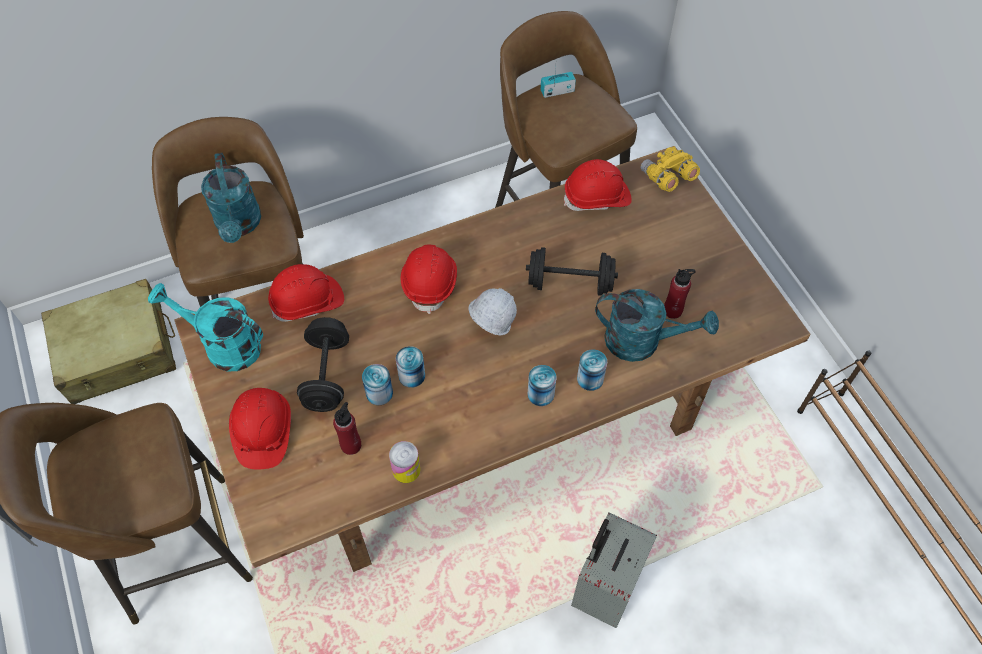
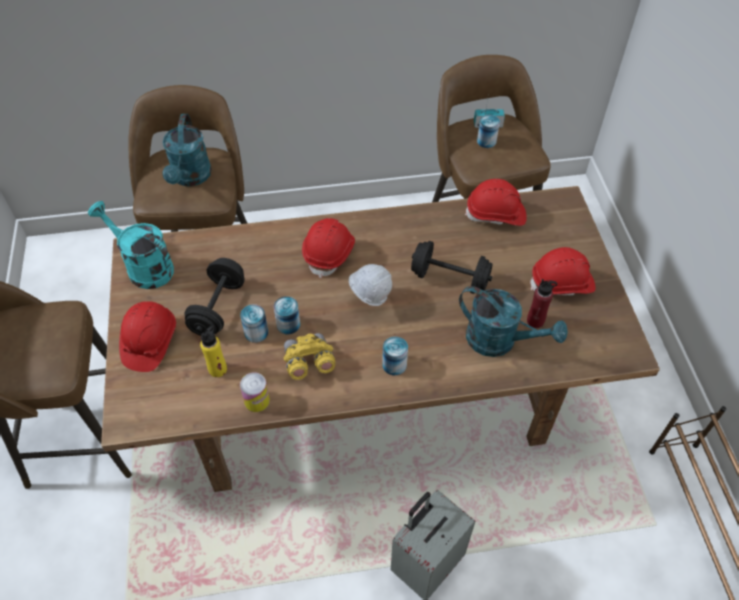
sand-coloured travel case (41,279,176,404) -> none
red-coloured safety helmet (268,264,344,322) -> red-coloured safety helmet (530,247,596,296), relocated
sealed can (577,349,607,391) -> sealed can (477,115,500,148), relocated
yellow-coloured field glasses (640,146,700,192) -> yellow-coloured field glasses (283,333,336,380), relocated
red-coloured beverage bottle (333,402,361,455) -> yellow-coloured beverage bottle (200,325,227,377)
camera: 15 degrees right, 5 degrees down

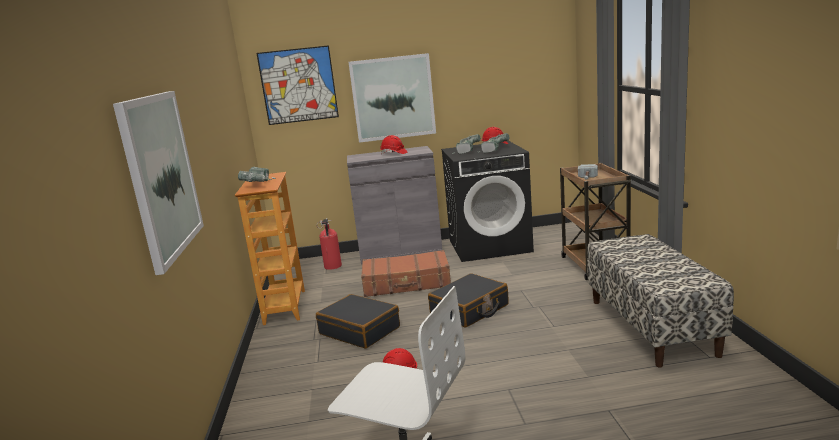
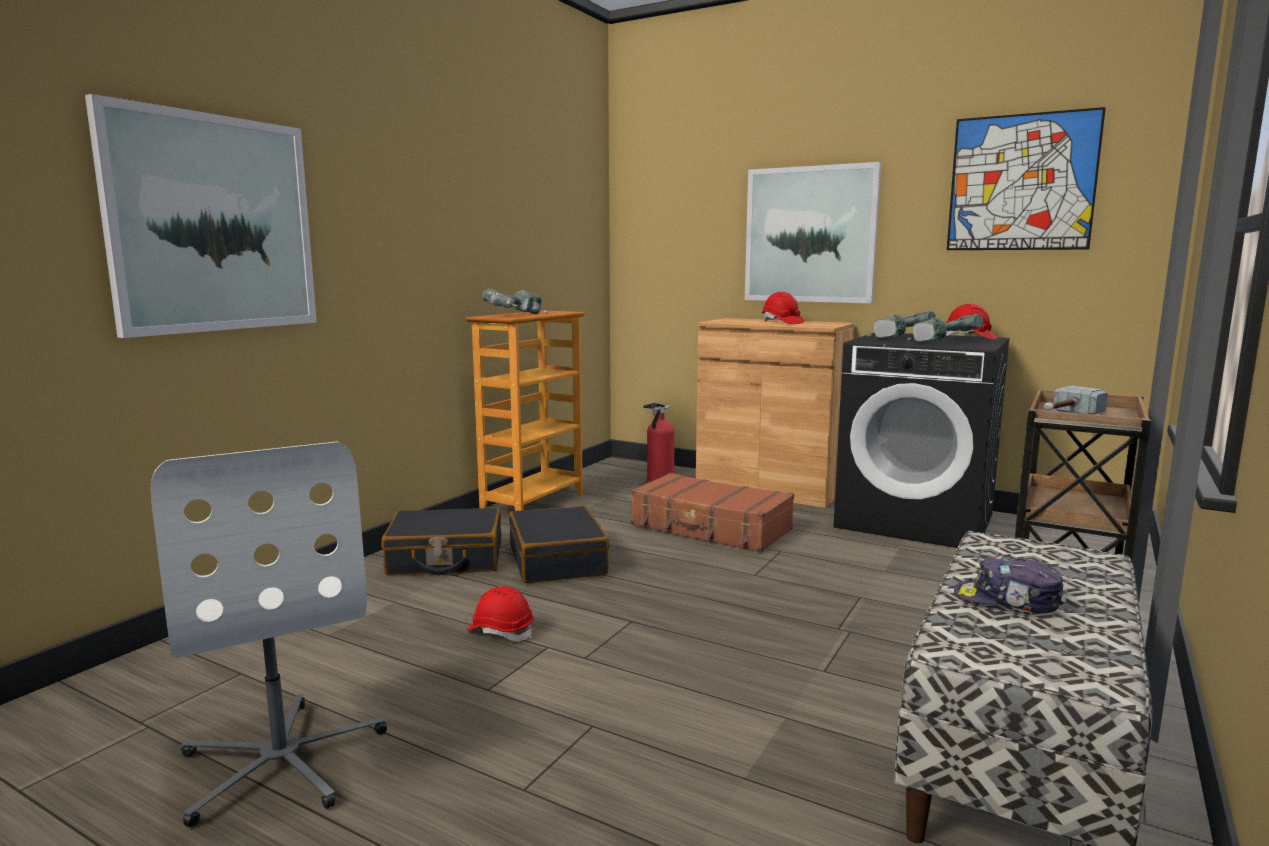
none -> peaked cap (954,554,1063,613)
wall picture (256,45,339,125) -> wall picture (947,107,1106,250), relocated
black travel case (428,273,509,328) -> black travel case (382,508,501,575), relocated
grey storage cabinet (347,146,442,265) -> brown-coloured storage cabinet (696,318,854,508)
camera: 35 degrees right, 5 degrees down

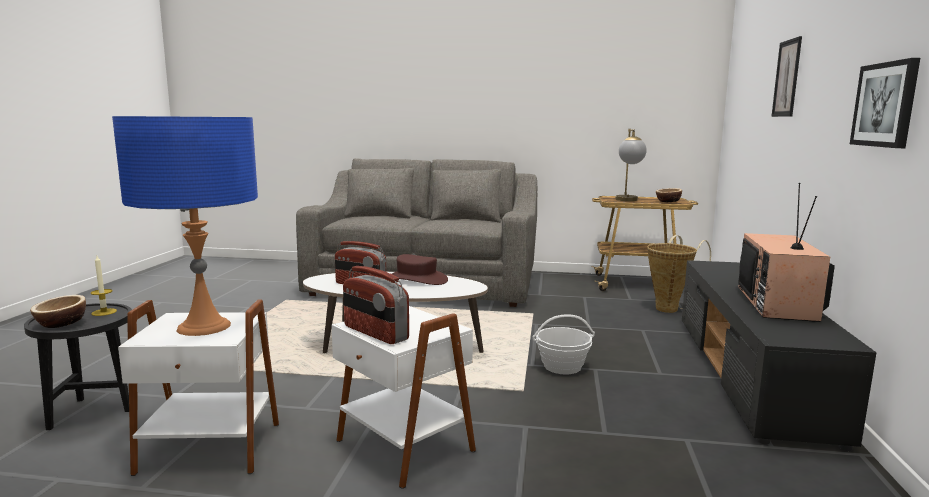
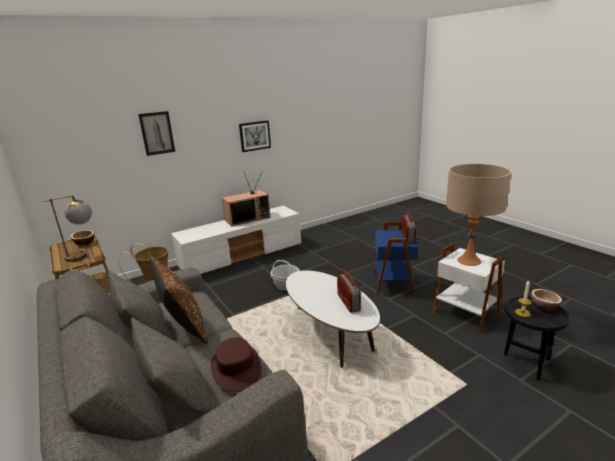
none -> brown-coloured cushion (150,256,208,344)
brown-coloured wearable hat (392,254,448,285) -> brown-coloured wearable hat (211,337,261,392), relocated
blue lamp for a table (112,116,258,336) -> sand-coloured lamp for a table (446,164,511,266)
white accent table (332,306,476,489) -> blue accent table (374,222,418,295)
black tv unit (682,260,877,451) -> white tv unit (171,206,301,274)
camera: 130 degrees left, 10 degrees up

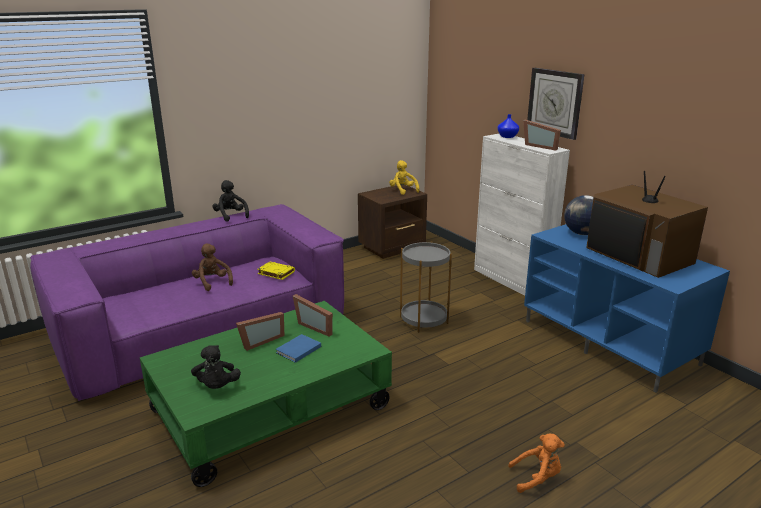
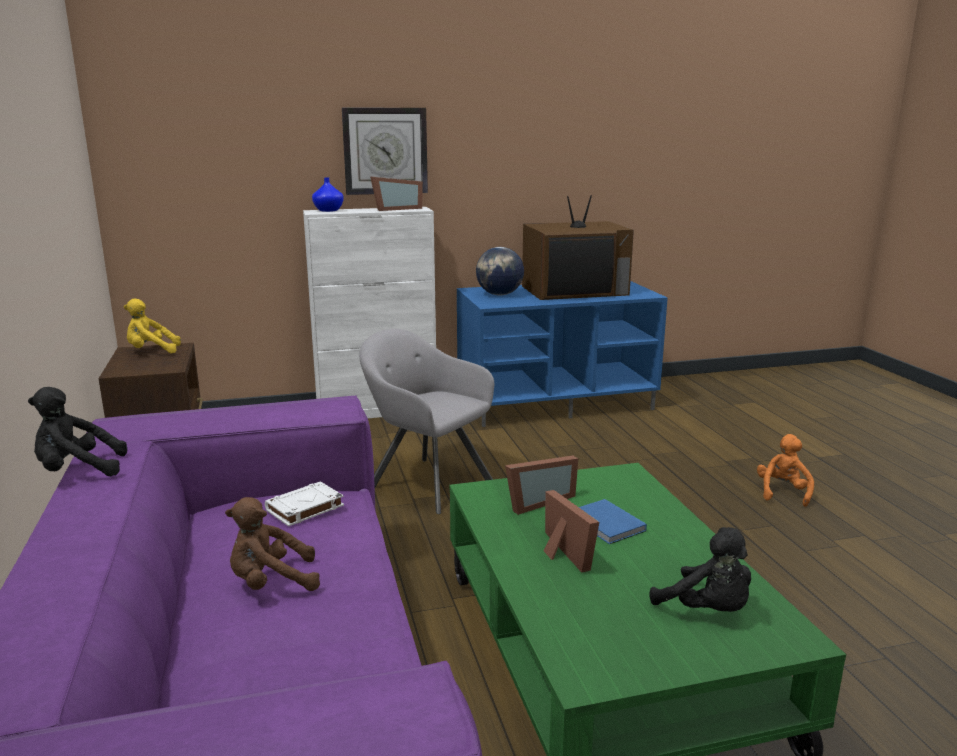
grey accent table (400,241,452,332) -> grey lounge chair (359,329,494,514)
yellow-coloured bound book (257,262,295,280) -> white bound book (265,481,344,526)
black soft toy (191,345,241,389) -> black soft toy (649,527,751,612), 45 degrees clockwise
camera: 70 degrees left, 5 degrees down

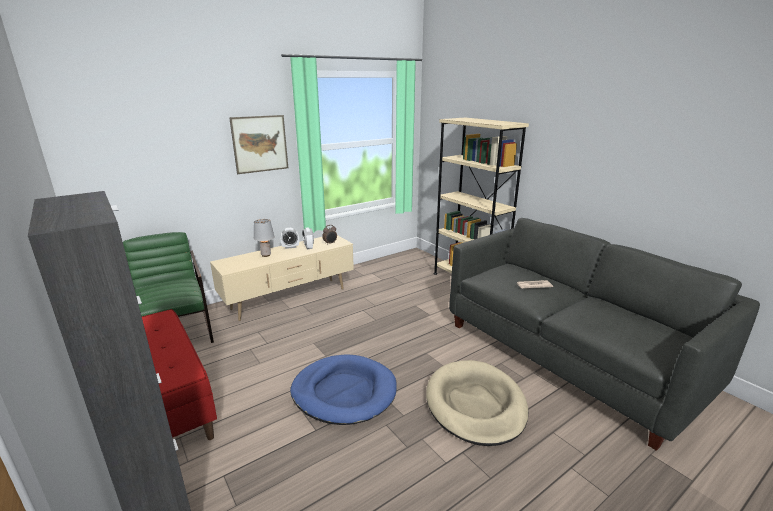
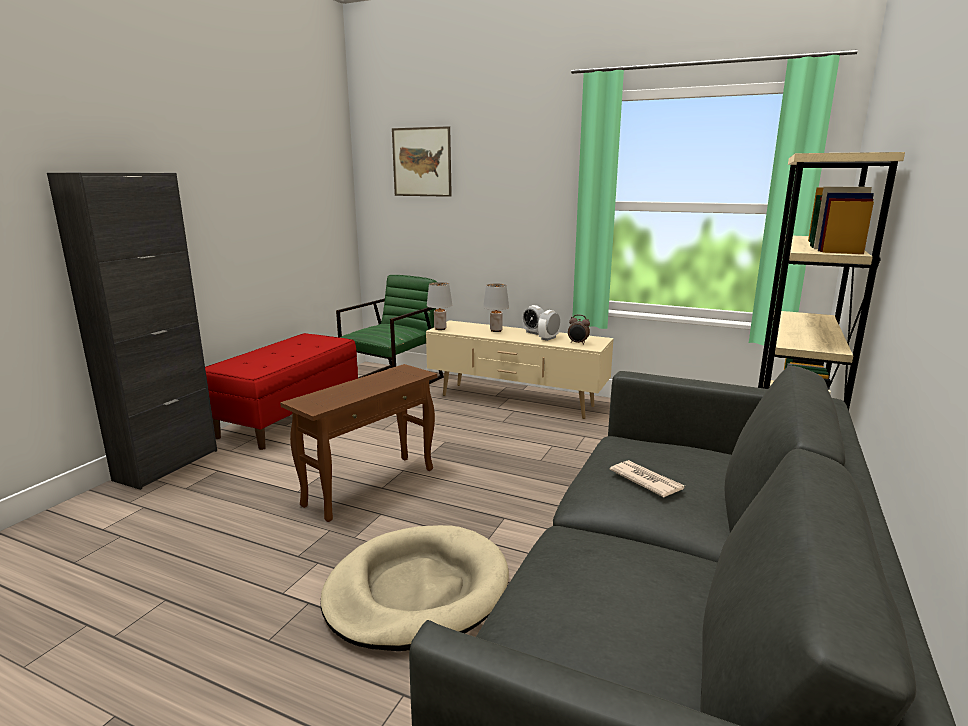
none -> grey lamp for a table (427,282,452,330)
wall picture (229,115,288,174) -> wall picture (392,126,452,197), relocated
blue dog cushion (290,355,397,425) -> brown-coloured accent table (280,364,437,522)
camera: 60 degrees right, 5 degrees down

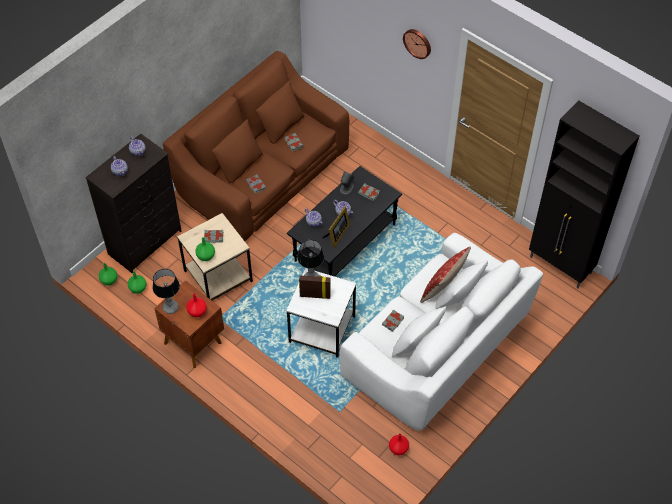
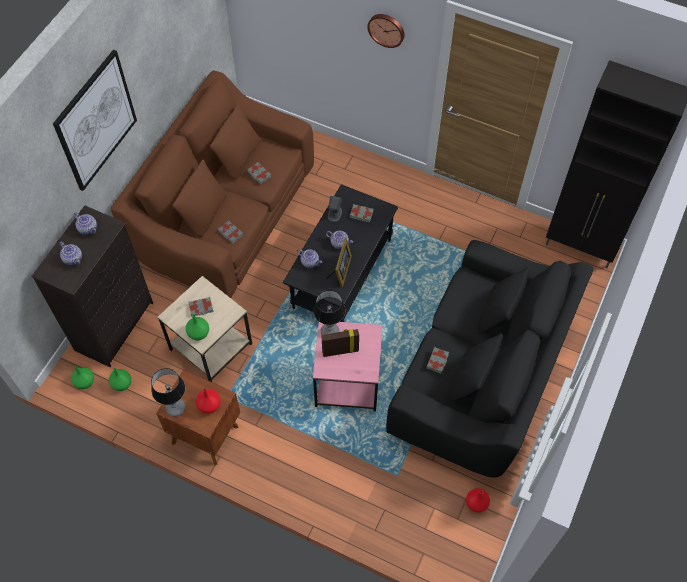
cushion (420,246,471,303) -> none
none -> wall picture (53,50,137,191)
white accent table (286,268,356,358) -> pink accent table (313,322,382,412)
white couch (340,233,543,431) -> black couch (386,240,593,478)
camera: 15 degrees left, 5 degrees up

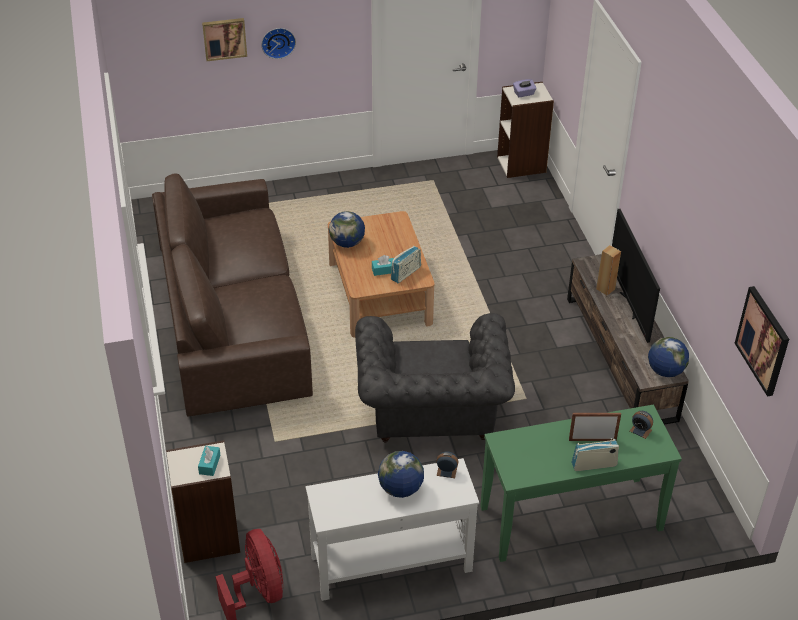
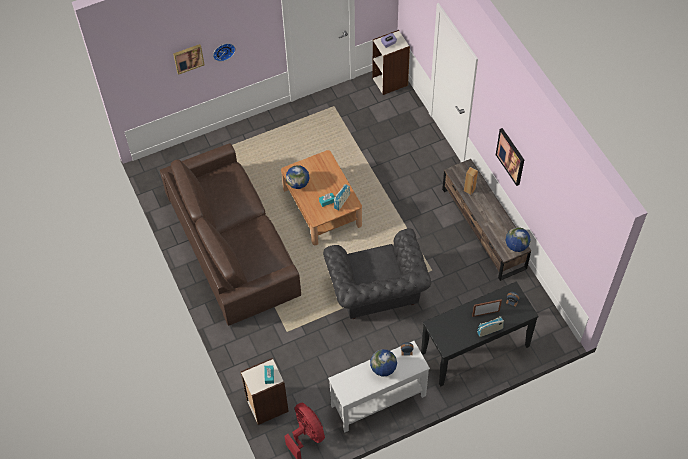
television (612,209,660,343) -> none
wall picture (735,286,789,397) -> wall picture (496,128,524,186), relocated
green hall table (480,405,682,562) -> black hall table (421,281,539,386)
camera: 10 degrees left, 15 degrees up

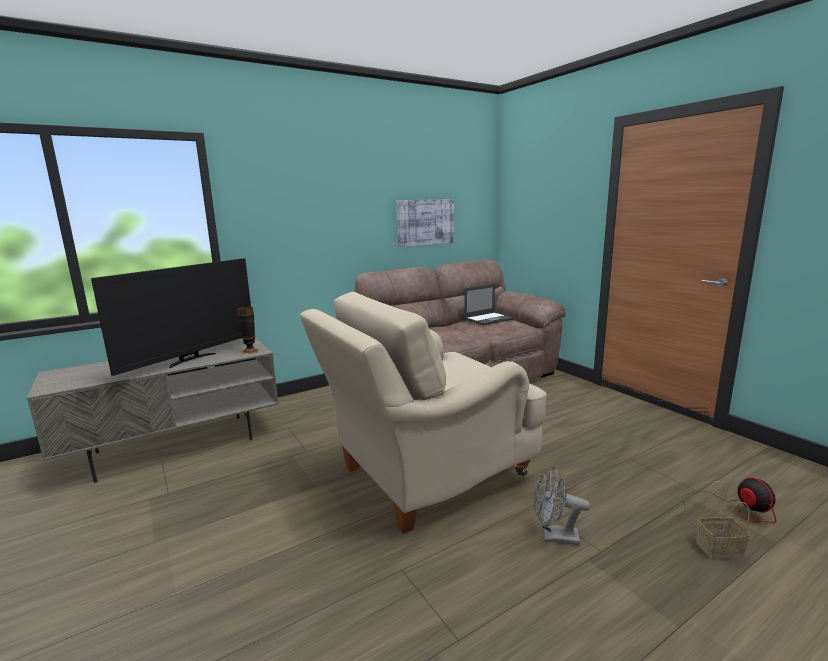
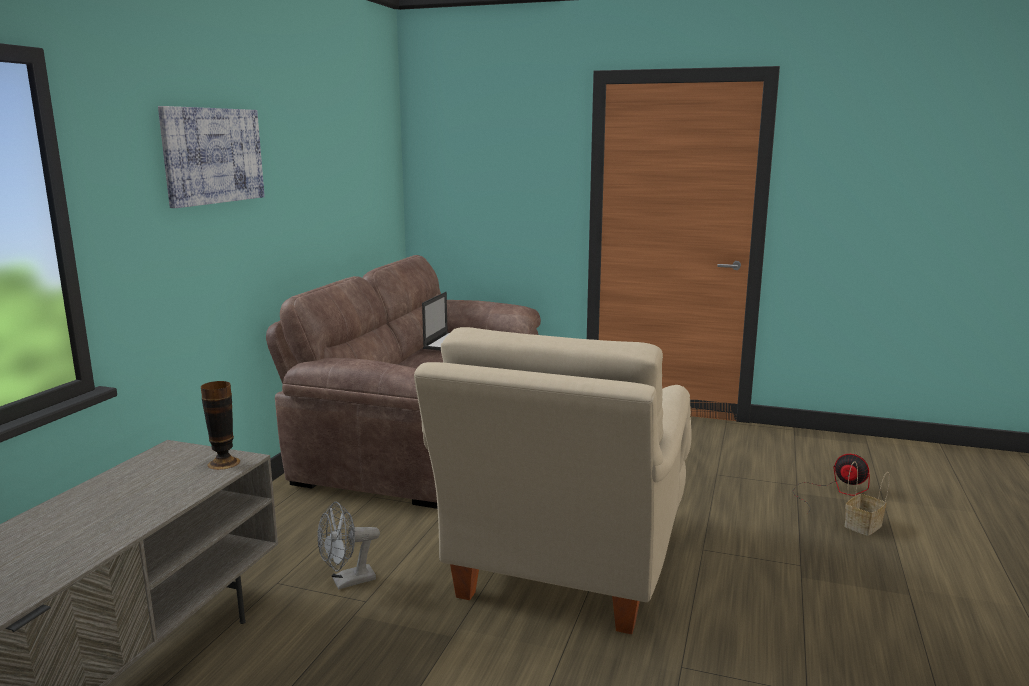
television (91,258,251,376) -> none
wall picture (396,199,454,247) -> wall picture (158,106,265,208), relocated
grey cooling fan (534,467,590,545) -> grey cooling fan (317,502,380,589), relocated
camera: 40 degrees left, 0 degrees up

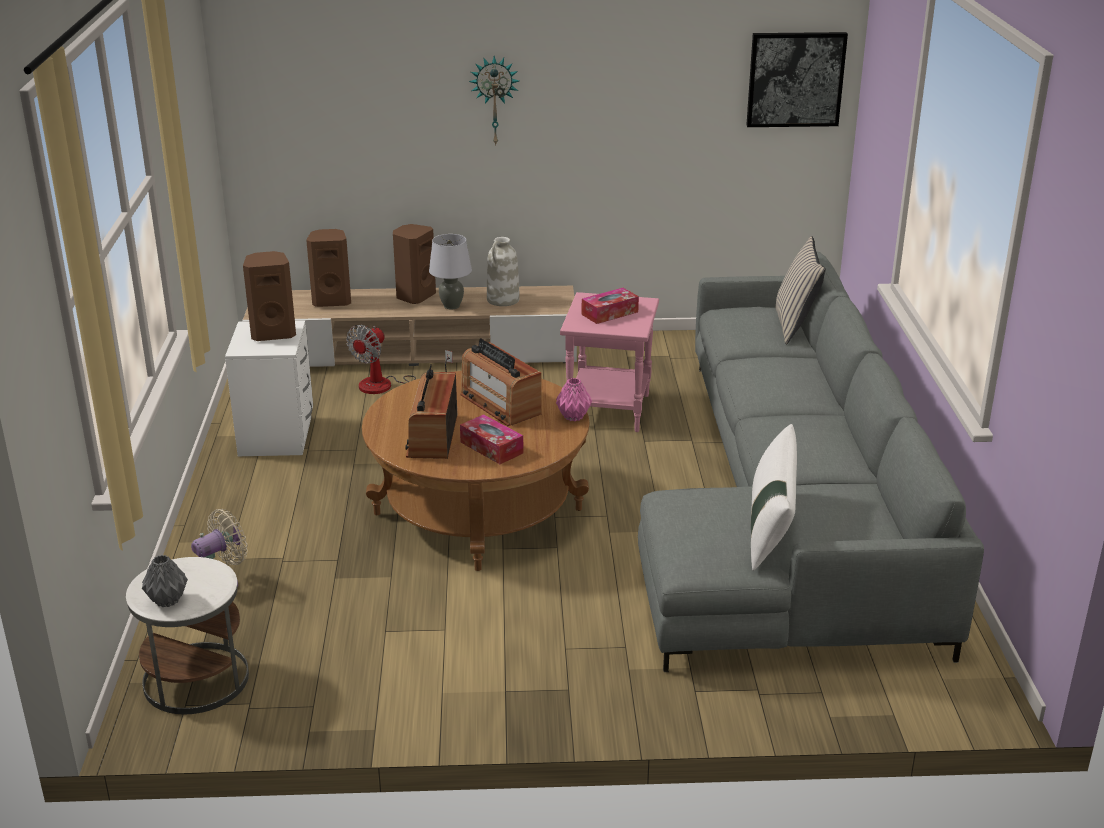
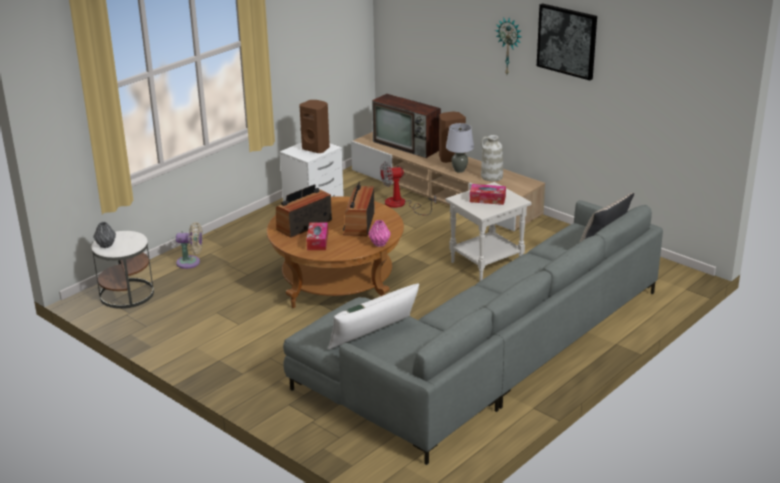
wall picture (746,32,848,127) -> wall picture (537,3,597,80), relocated
brown-coloured audio speaker (306,229,351,307) -> television (372,94,441,158)
pink accent table (560,292,659,432) -> white accent table (445,182,532,281)
camera: 45 degrees right, 0 degrees up

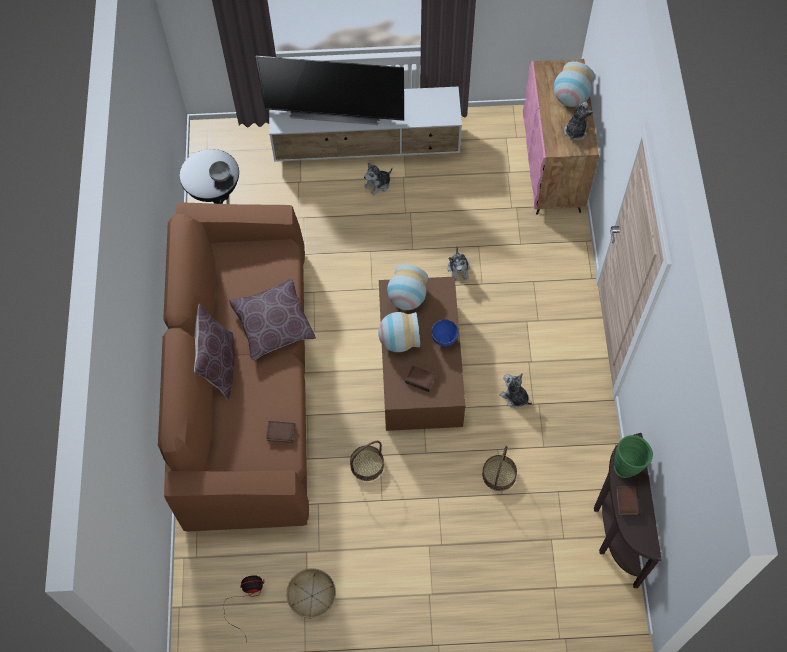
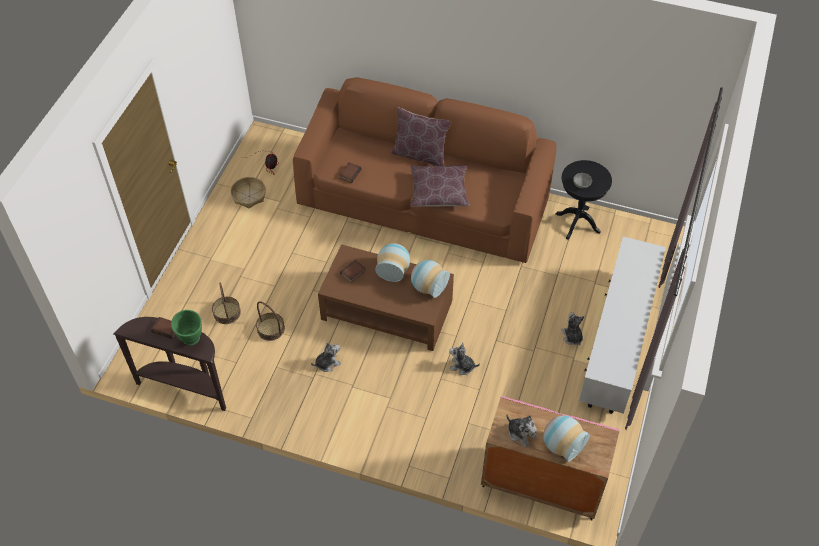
television (256,56,404,125) -> none
blue bowl (431,319,459,346) -> none
basket (350,441,384,481) -> basket (212,282,241,324), relocated
camera: 110 degrees right, 10 degrees down

